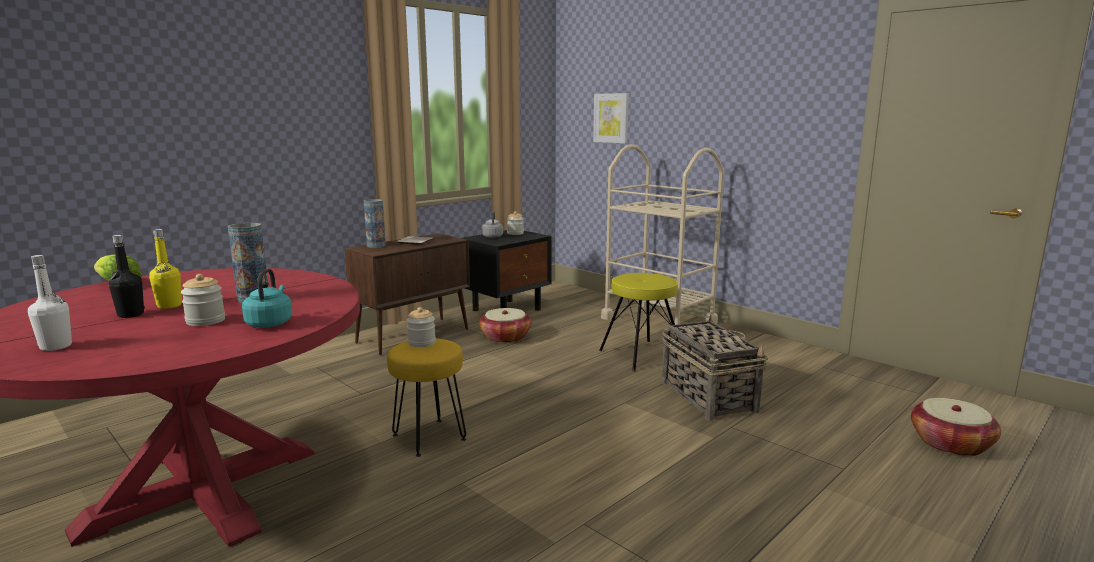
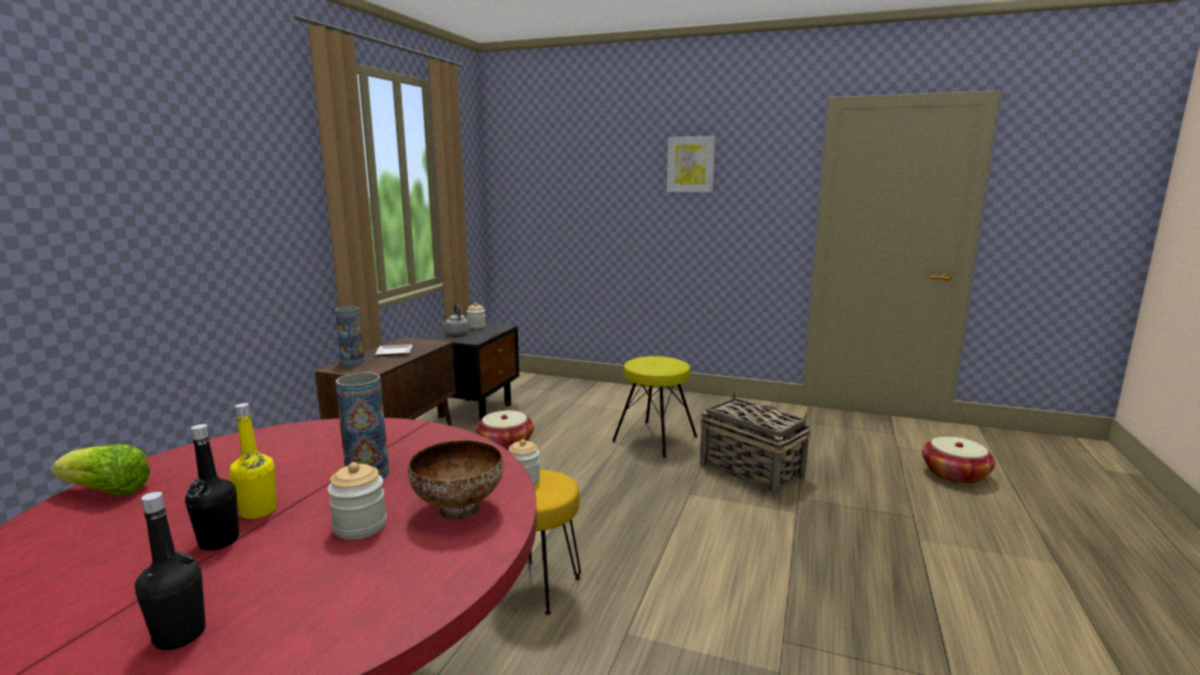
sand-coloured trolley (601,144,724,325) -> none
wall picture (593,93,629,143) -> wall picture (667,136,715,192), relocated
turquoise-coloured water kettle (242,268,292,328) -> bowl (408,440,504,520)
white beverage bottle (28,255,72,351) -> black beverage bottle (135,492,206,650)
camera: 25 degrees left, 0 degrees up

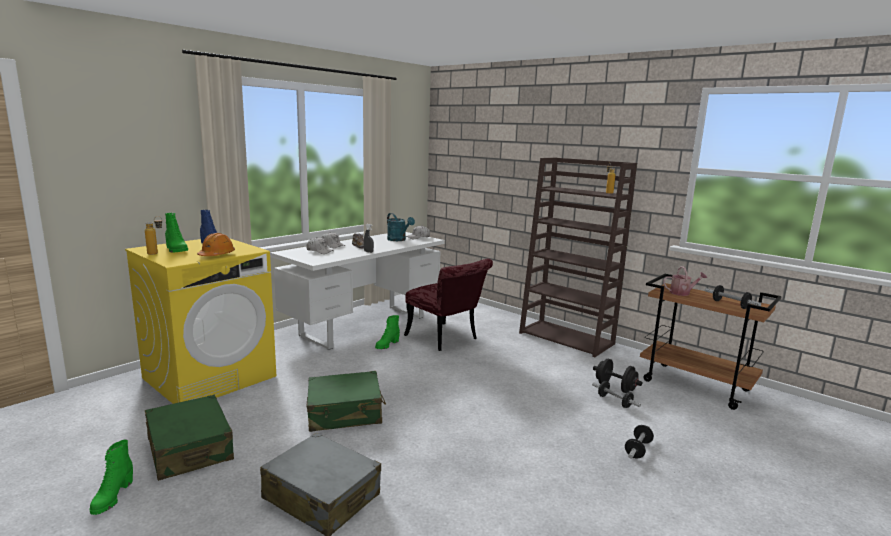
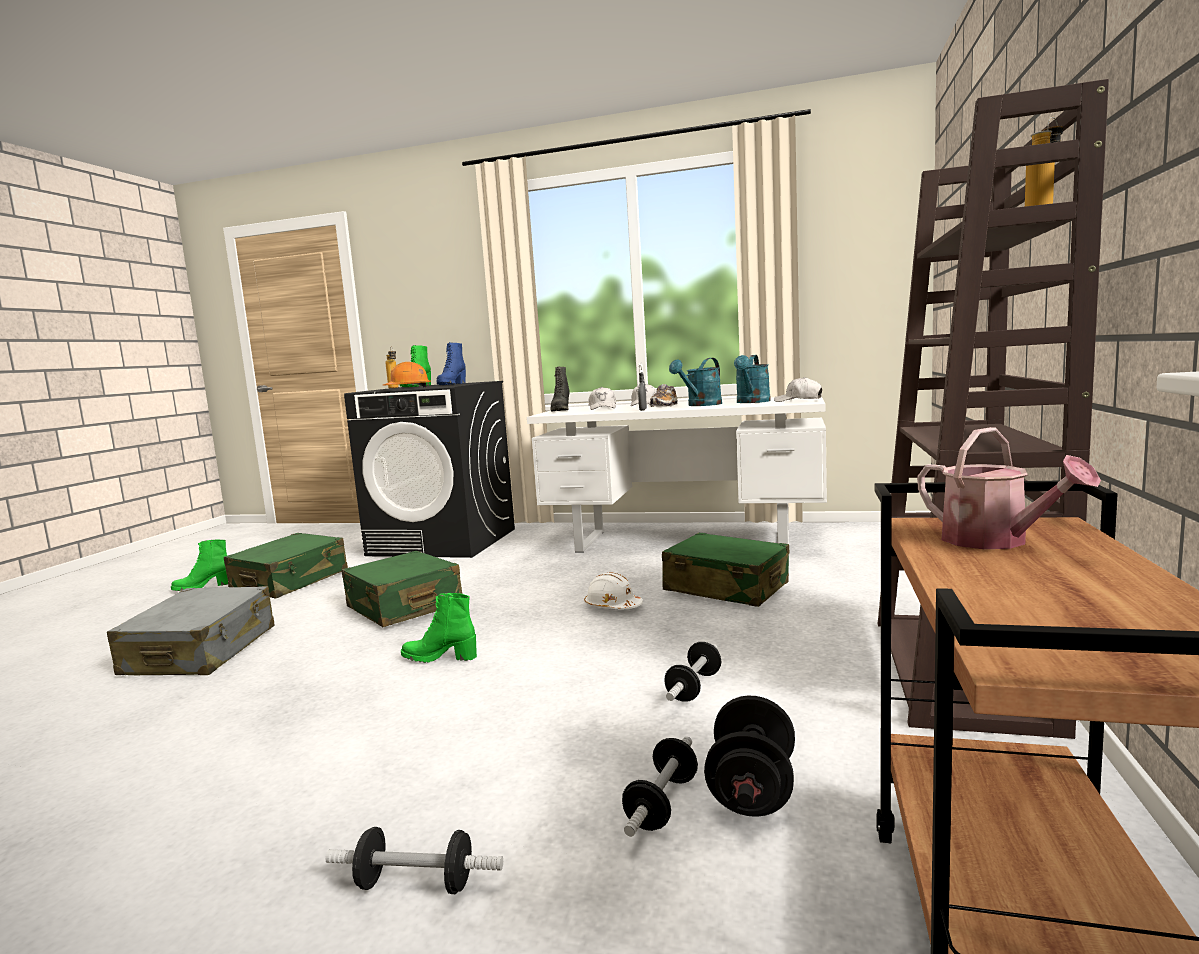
none -> black high-top boot (551,366,570,411)
none -> white safety helmet (584,572,643,609)
none -> turquoise-coloured watering can (669,358,722,406)
green high-top boot (375,315,400,349) -> green high-top boot (401,593,477,663), relocated
free weight (705,285,761,309) -> free weight (664,642,721,702), relocated
red-coloured upright chair (404,259,493,351) -> green travel case (662,532,789,607)
yellow-coloured laundry appliance (125,238,276,404) -> black laundry appliance (344,381,515,558)
camera: 65 degrees right, 5 degrees down

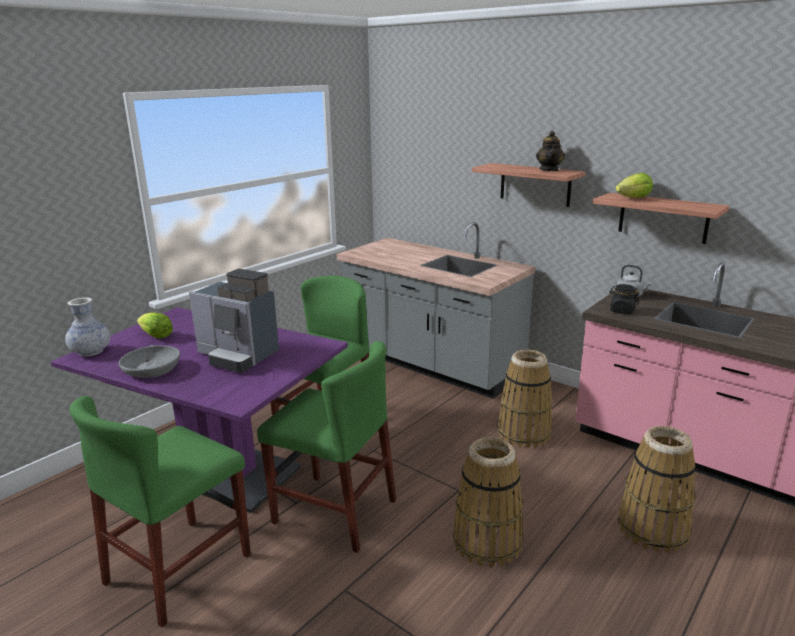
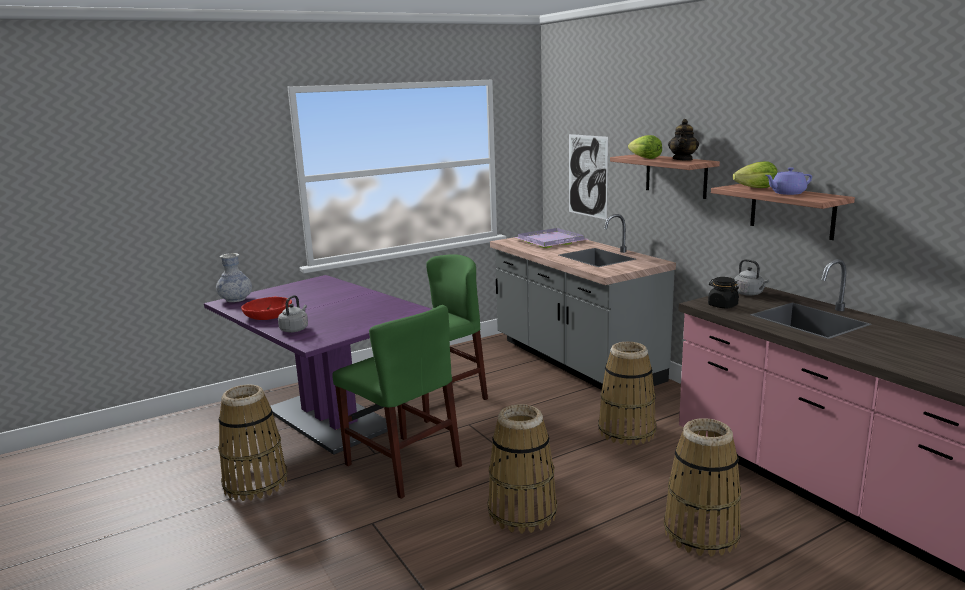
coffee maker (189,269,279,373) -> none
none -> grey water kettle (278,295,308,332)
none -> purple carrying tray (514,228,589,248)
none -> wall picture (569,134,608,220)
none -> purple teapot (766,167,812,195)
lettuce head (137,312,173,339) -> lettuce head (628,135,662,159), relocated
green upright chair (70,396,251,627) -> basket (218,385,288,501)
grey bowl (119,345,180,378) -> red-coloured bowl (241,296,292,320)
camera: 20 degrees right, 5 degrees down

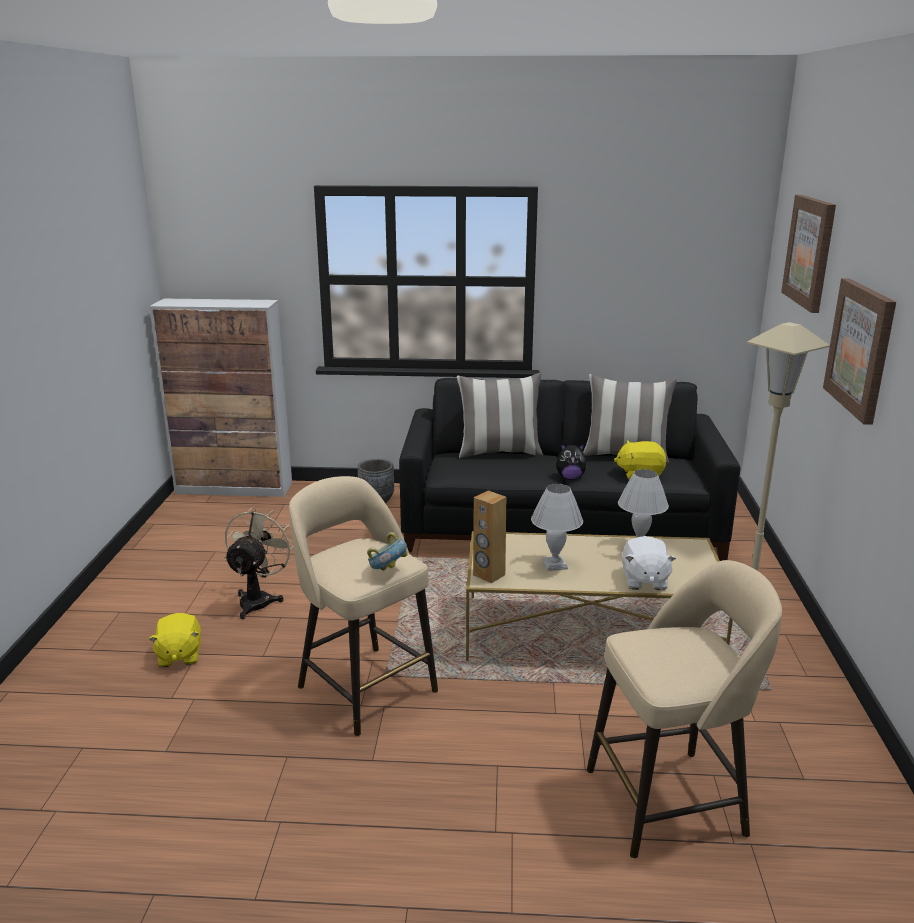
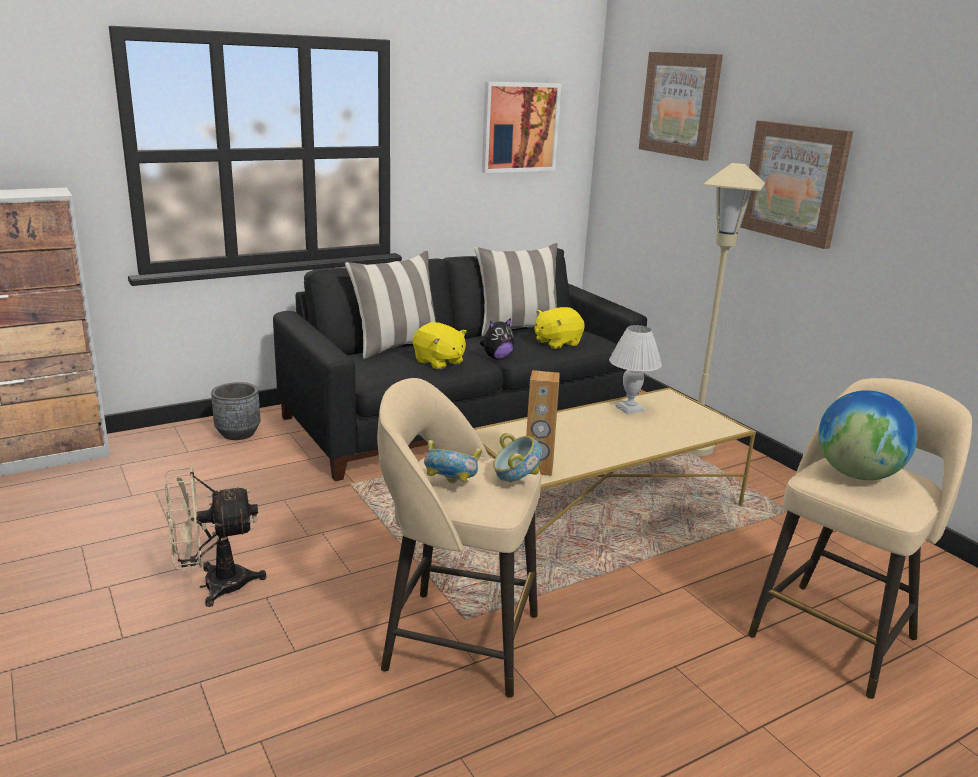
white lamp for a table (531,484,583,571) -> none
white soft toy (622,536,676,590) -> none
none -> bowl (424,440,482,484)
none -> wall picture (482,82,561,173)
none -> world globe (818,390,917,480)
yellow-coloured soft toy (149,613,201,668) -> yellow-coloured soft toy (413,322,467,370), relocated
sand-coloured cooling fan (224,506,293,619) -> sand-coloured cooling fan (165,467,267,607), 90 degrees counterclockwise
camera: 35 degrees left, 0 degrees up

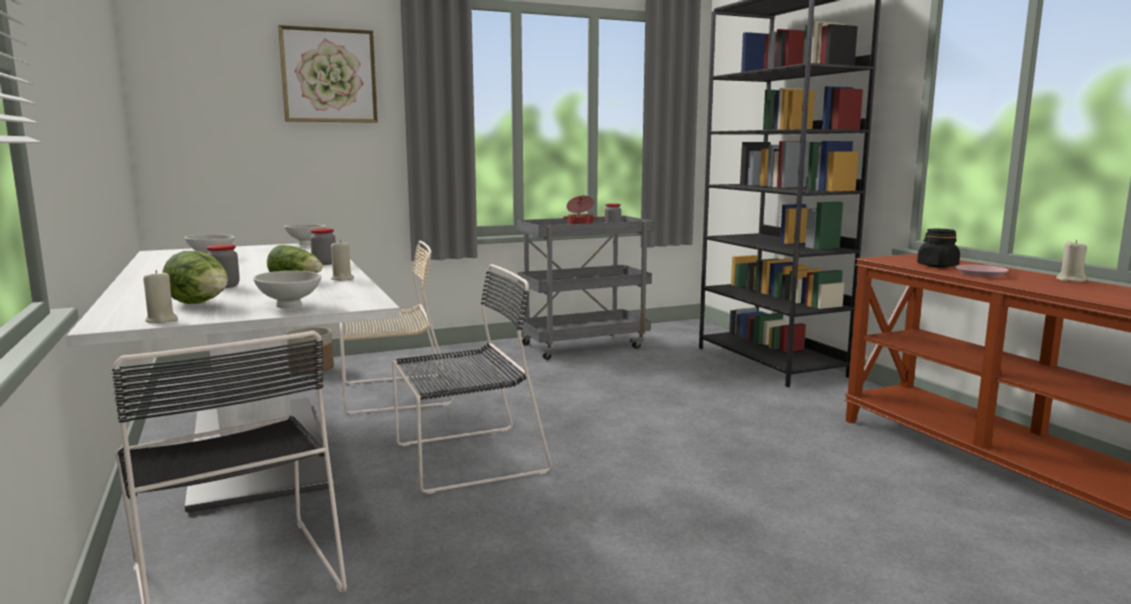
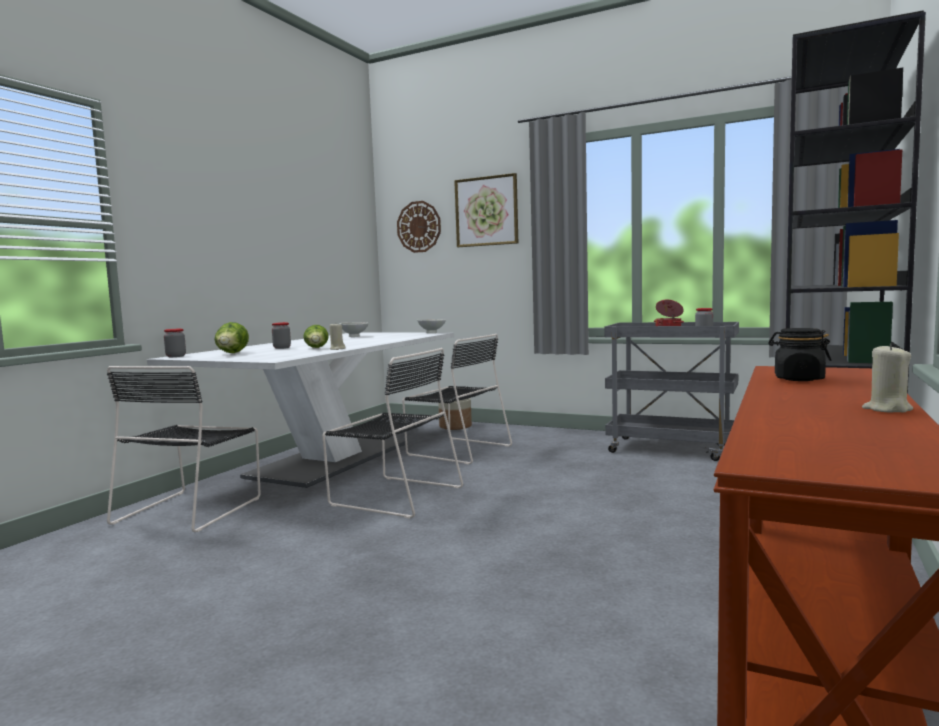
sand-coloured wax light (143,270,178,323) -> none
white bowl (253,271,322,308) -> none
pink dinner plate (956,264,1009,277) -> none
none -> clock on the wall (397,201,441,253)
jar (310,228,336,265) -> jar (164,329,186,357), relocated
sand-coloured upright chair (340,241,454,415) -> black upright chair (402,334,512,465)
camera: 50 degrees right, 5 degrees down

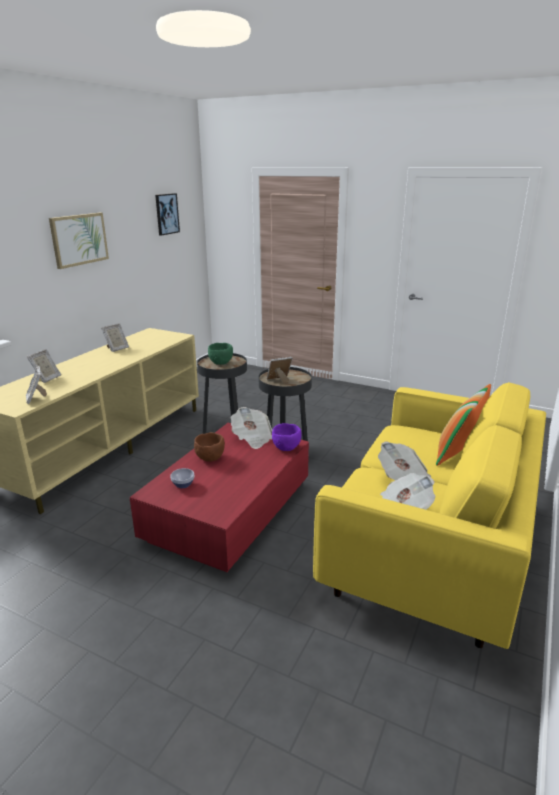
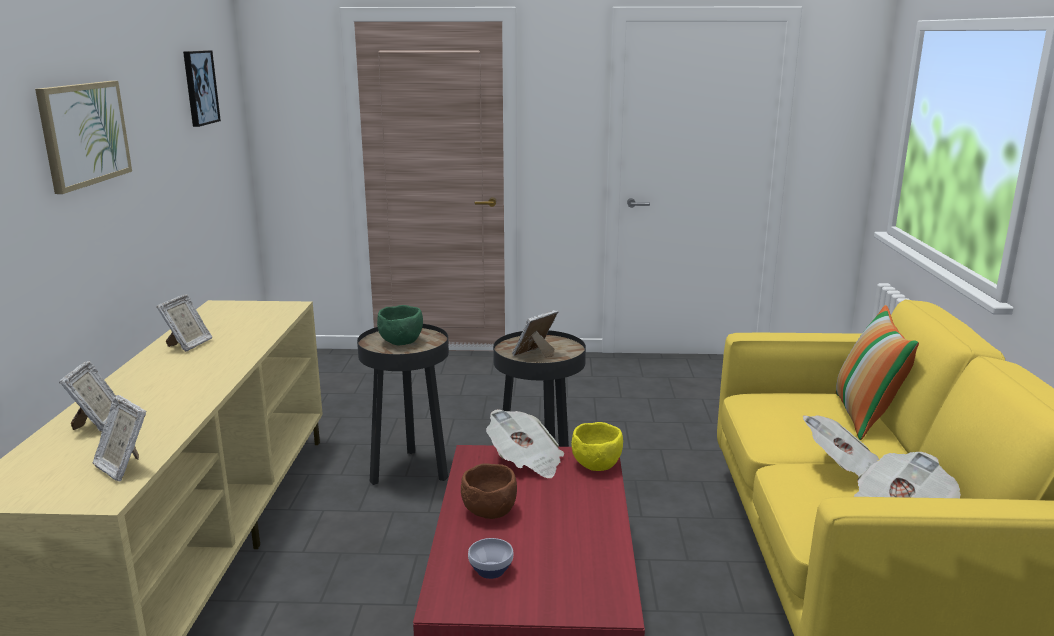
purple bowl (272,423,302,451) -> yellow-coloured bowl (572,422,623,471)
camera: 25 degrees left, 5 degrees down

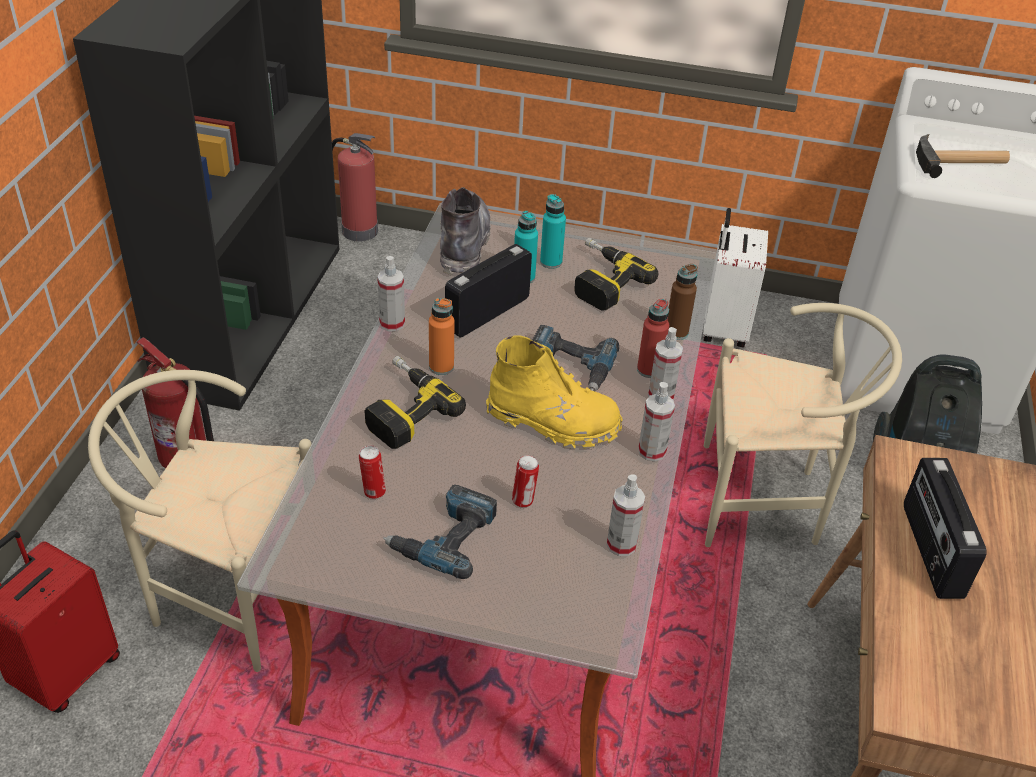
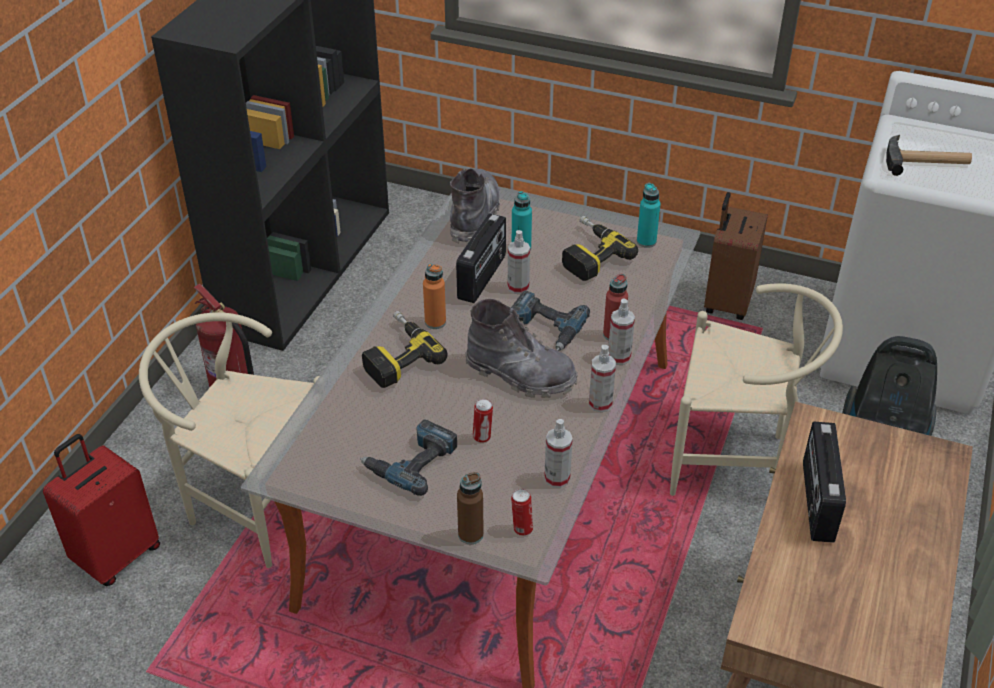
fire extinguisher (332,133,378,242) -> none
sealed can (359,445,386,499) -> sealed can (511,489,533,536), relocated
sprayer (377,256,405,331) -> sprayer (508,230,530,294), relocated
turquoise-coloured beverage bottle (540,194,566,269) -> turquoise-coloured beverage bottle (637,183,661,248), relocated
brown-coloured beverage bottle (667,264,698,340) -> brown-coloured beverage bottle (457,472,484,544), relocated
yellow-coloured high-top boot (486,336,623,449) -> grey high-top boot (465,299,578,398)
white travel case (703,208,768,347) -> brown-coloured travel case (704,192,768,320)
radio receiver (445,244,532,338) -> radio receiver (456,213,506,303), 150 degrees clockwise
camera: 10 degrees right, 0 degrees up

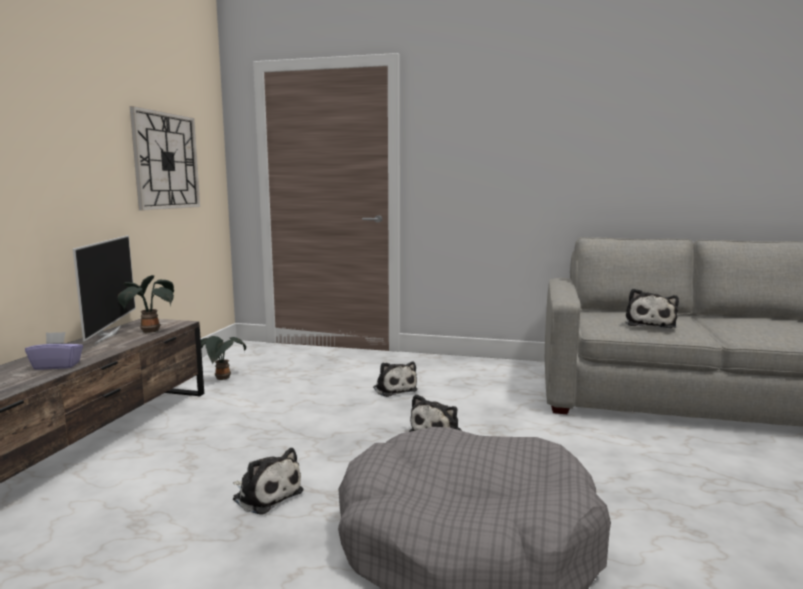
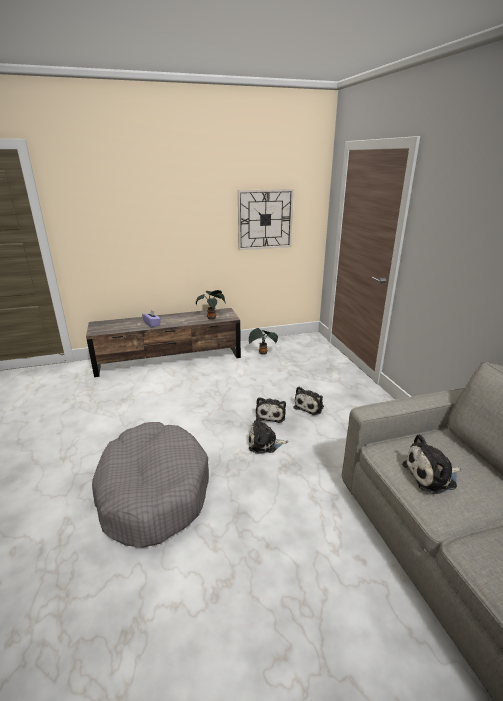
television (73,235,136,345) -> none
soft toy (233,448,304,515) -> soft toy (256,397,286,423), relocated
camera: 60 degrees right, 15 degrees up

